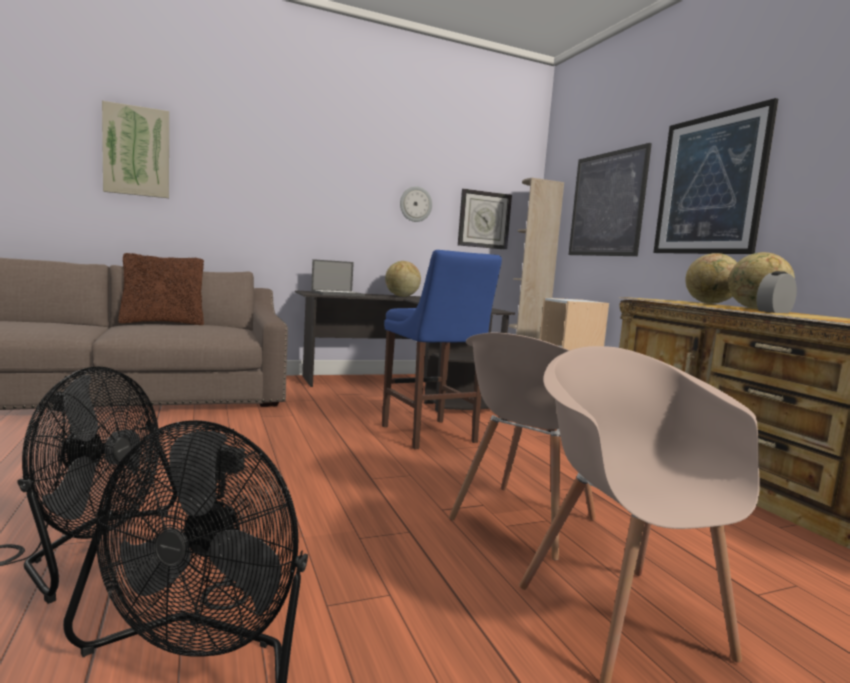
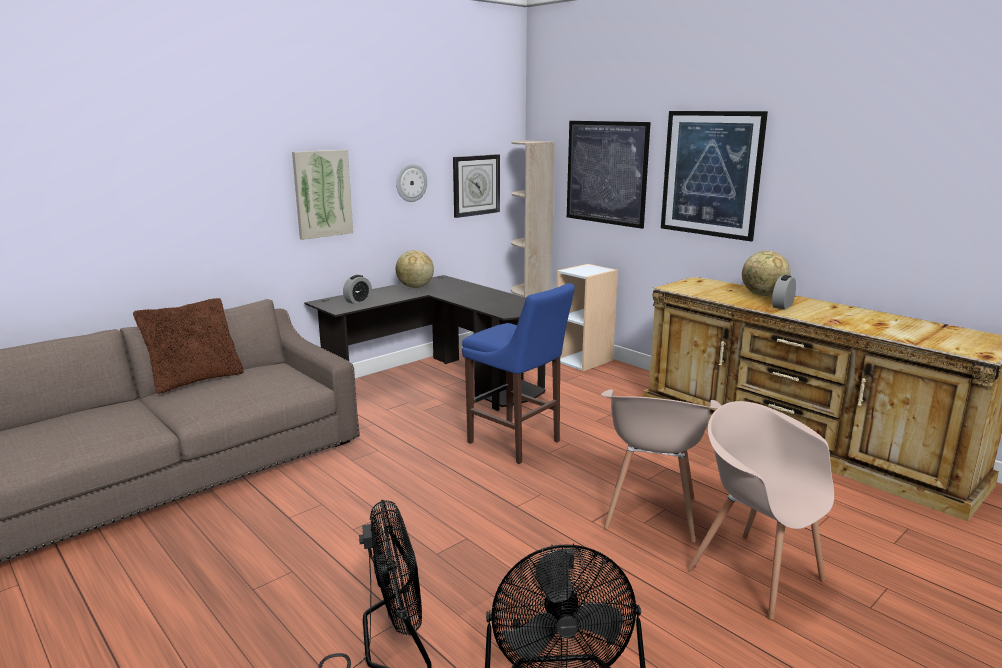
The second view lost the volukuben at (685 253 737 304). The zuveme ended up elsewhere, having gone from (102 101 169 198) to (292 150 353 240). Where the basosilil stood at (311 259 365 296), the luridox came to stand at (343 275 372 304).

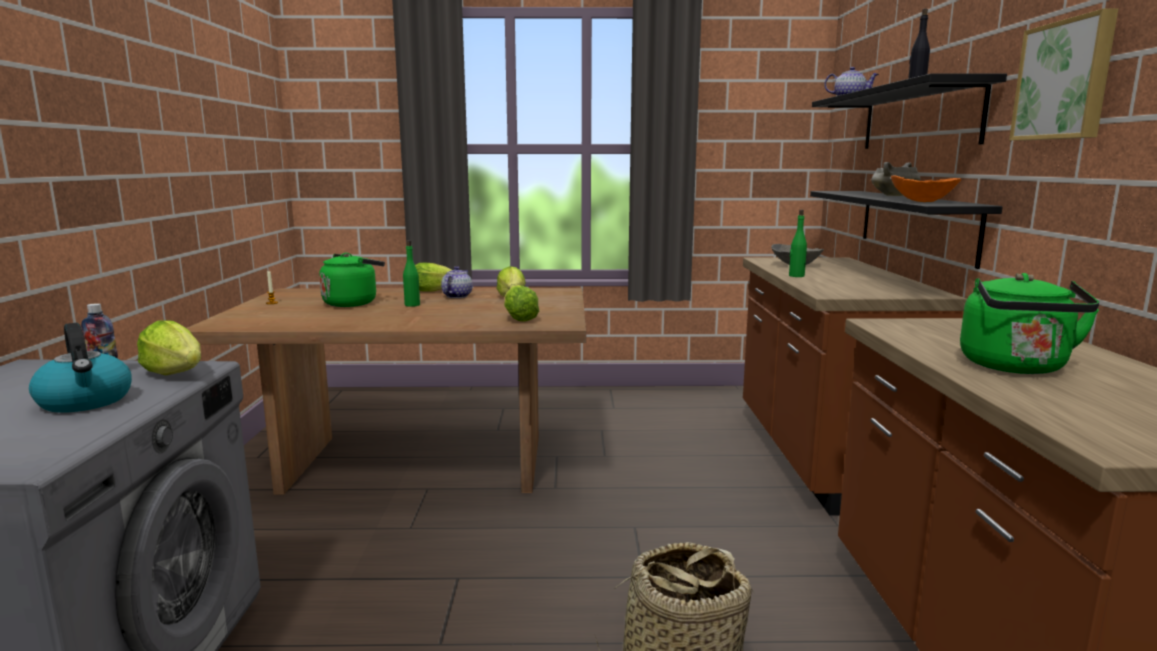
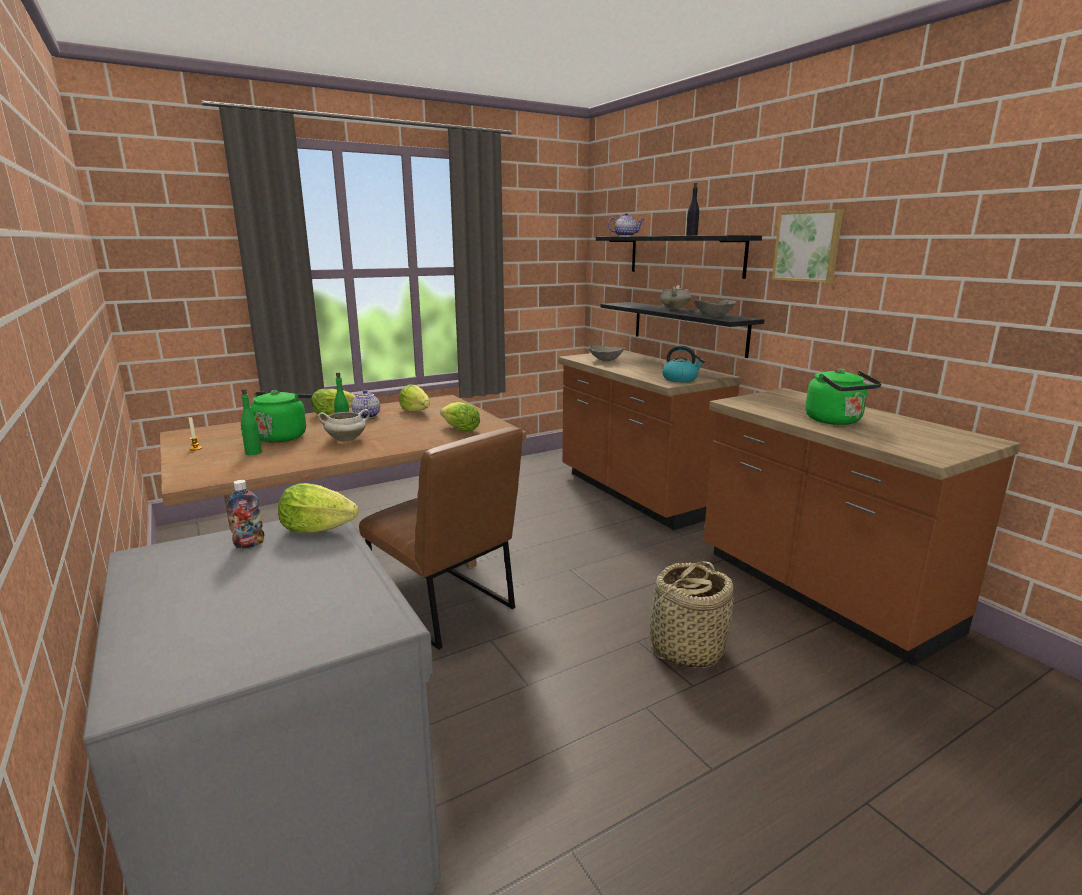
The second view gained the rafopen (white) at (318 409 370 442). The second view gained the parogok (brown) at (359 427 523 650). The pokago ended up elsewhere, having gone from (29 323 132 413) to (662 346 705 382). The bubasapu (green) ended up elsewhere, having gone from (789 210 807 277) to (241 389 262 455). What was the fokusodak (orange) at (891 175 961 202) turned into the fokusodak (grey) at (693 300 737 317).

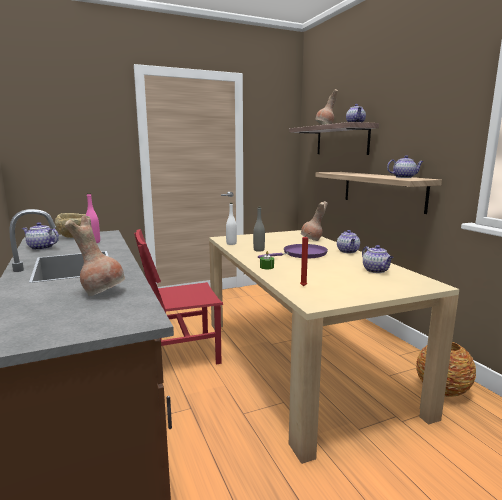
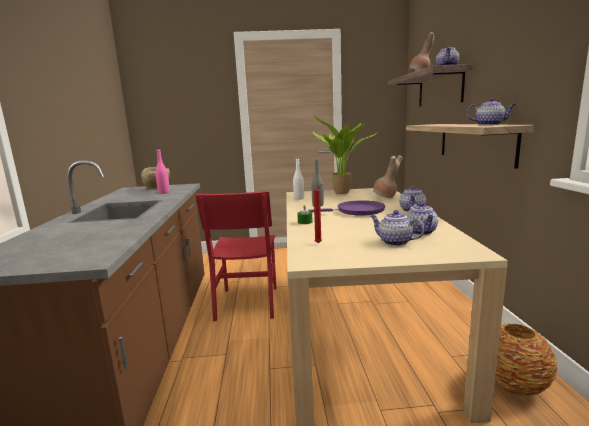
The second view lost the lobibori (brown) at (65 215 125 296). The second view gained the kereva at (313 114 376 194). The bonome ended up elsewhere, having gone from (22 222 59 250) to (370 210 424 246). The parogok (red) at (134 229 223 365) ended up facing another way, 90 degrees counterclockwise from before.

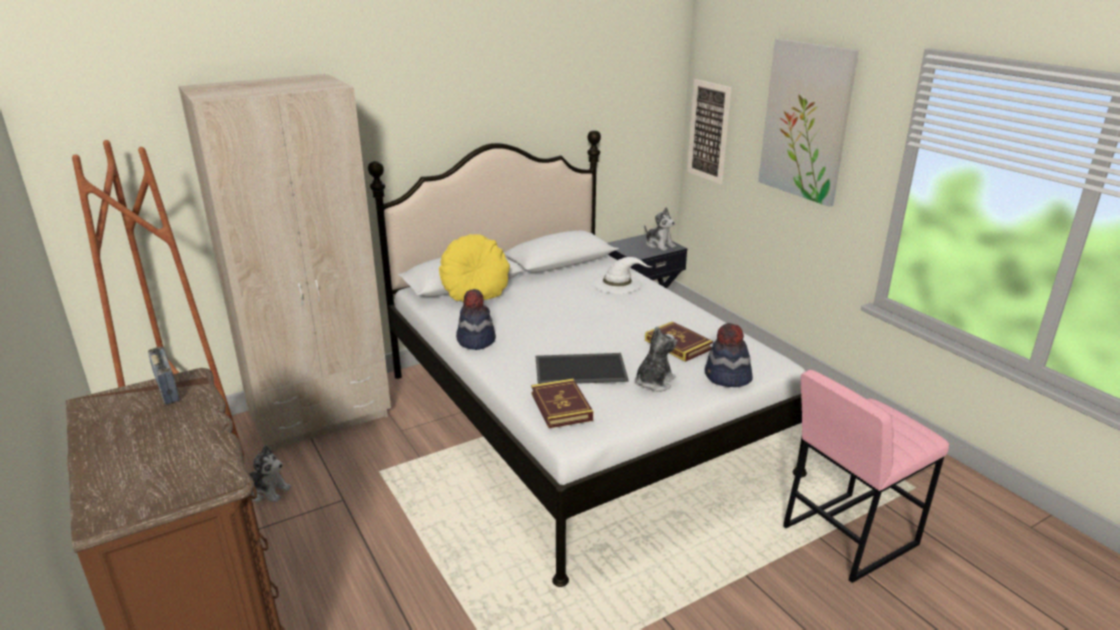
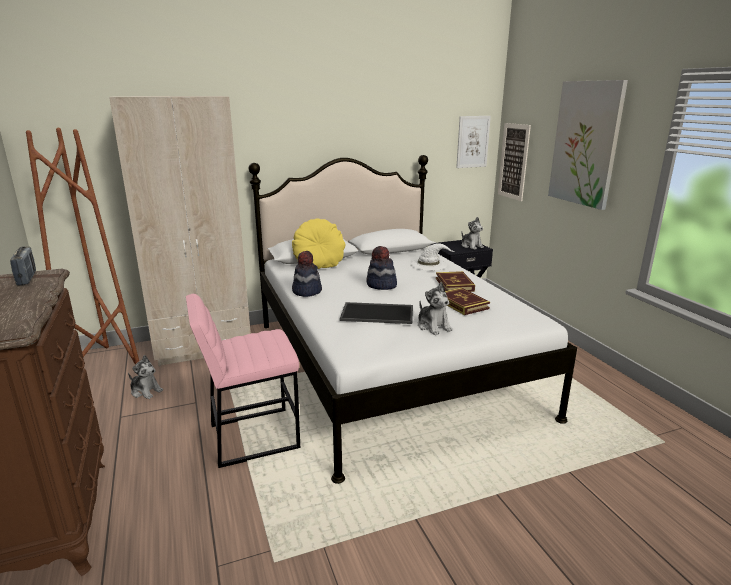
The second view gained the zuveme at (456 116 491 168). The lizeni ended up elsewhere, having gone from (531 379 593 428) to (436 271 475 292). The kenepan ended up elsewhere, having gone from (705 323 753 387) to (366 246 397 290). The parogok (pink) ended up elsewhere, having gone from (783 370 949 583) to (186 293 300 468). The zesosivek at (635 326 677 392) ended up facing another way, 105 degrees clockwise from before.

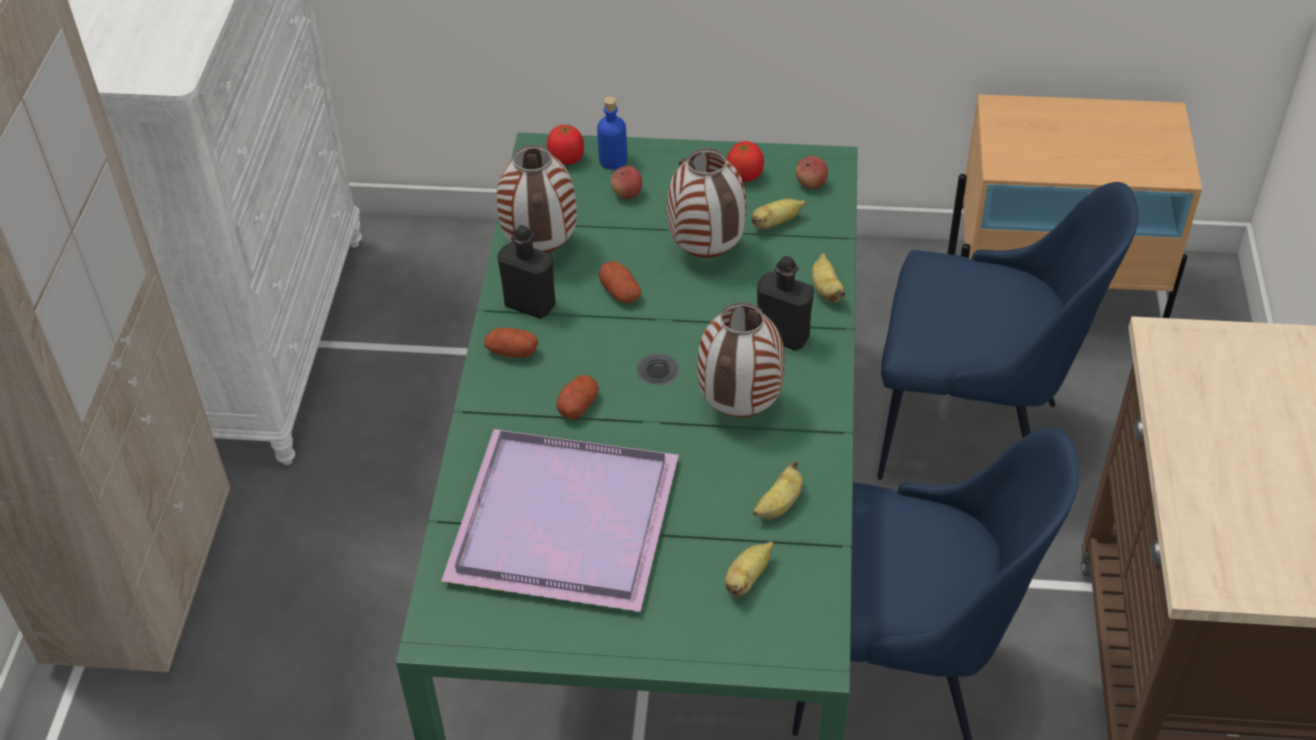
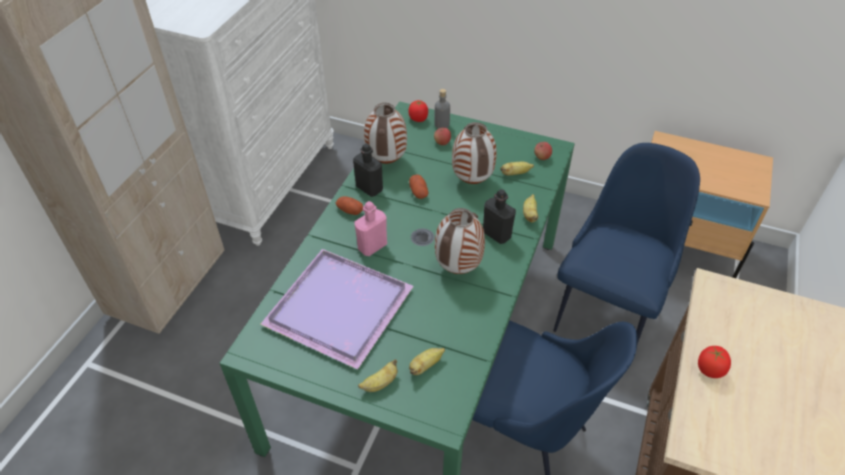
The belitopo ended up elsewhere, having gone from (727 141 764 182) to (698 346 731 378). The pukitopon ended up elsewhere, having gone from (753 460 803 519) to (358 359 397 392). Where the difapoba stood at (557 375 599 420), the bubasapu (pink) came to stand at (354 201 387 256). What was the bubasapu (blue) at (597 96 627 170) turned into the bubasapu (grey) at (434 89 450 129). The parogok (blue) at (877 182 1139 480) ended up facing another way, 90 degrees counterclockwise from before.

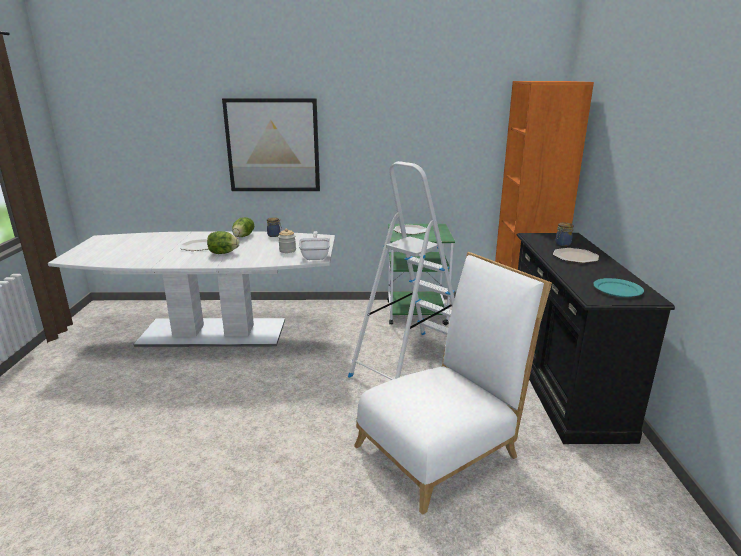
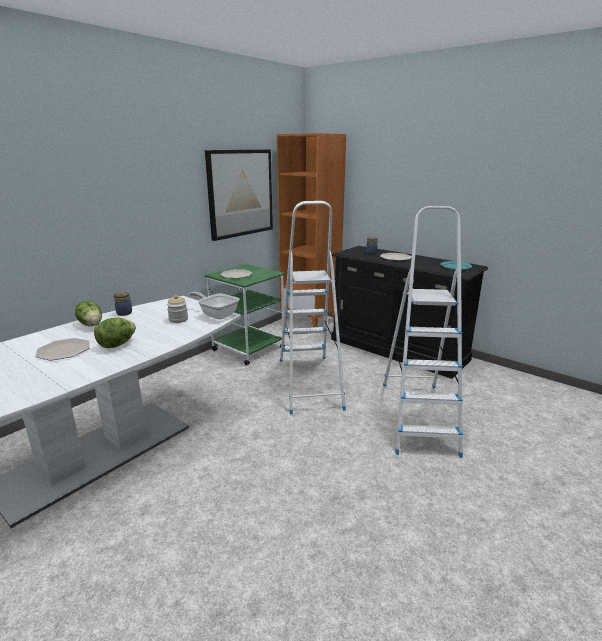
The zuveme ended up elsewhere, having gone from (222 98 320 191) to (205 150 273 241). Where the parogok (white) stood at (354 252 552 515), the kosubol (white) came to stand at (383 206 463 458).

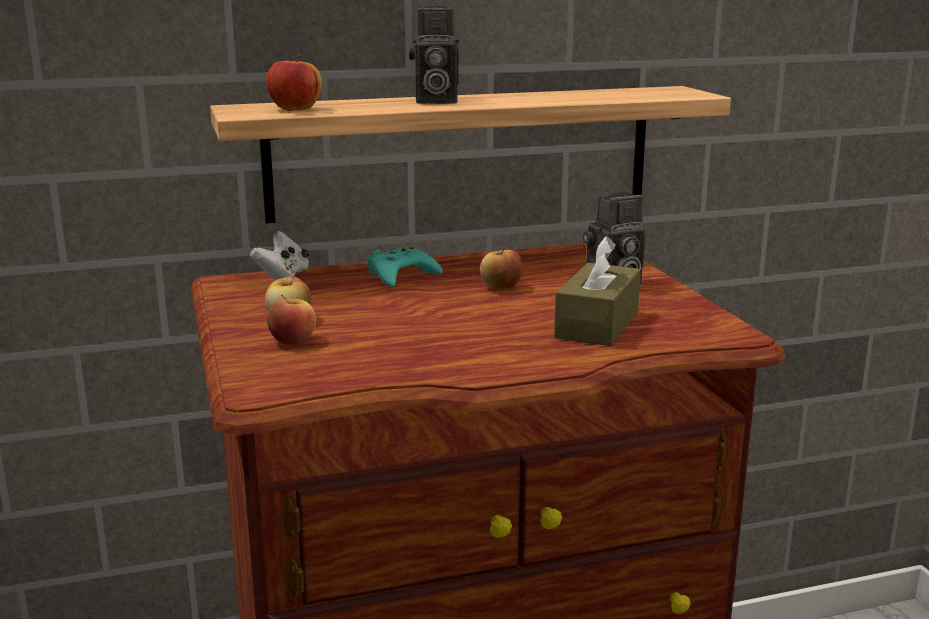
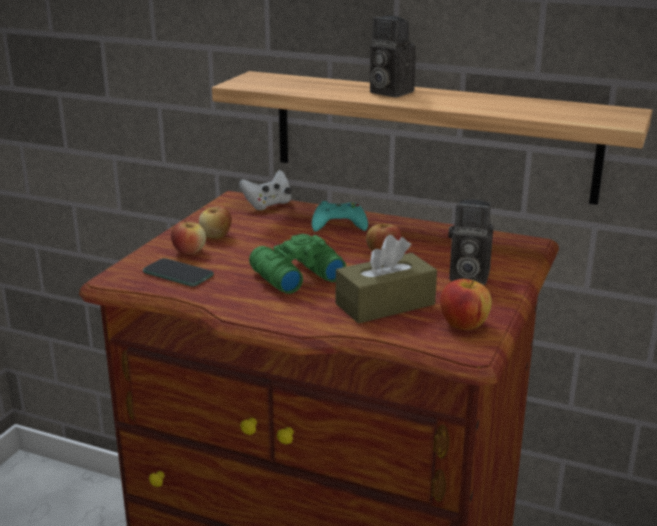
The second view gained the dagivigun at (143 258 214 287). The second view gained the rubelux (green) at (249 234 346 294). The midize ended up elsewhere, having gone from (266 54 322 111) to (440 279 492 330).

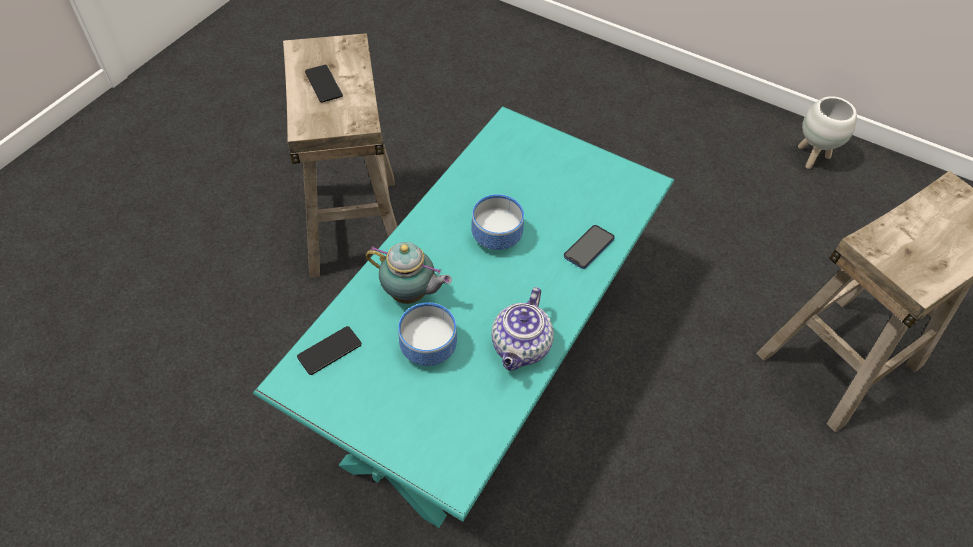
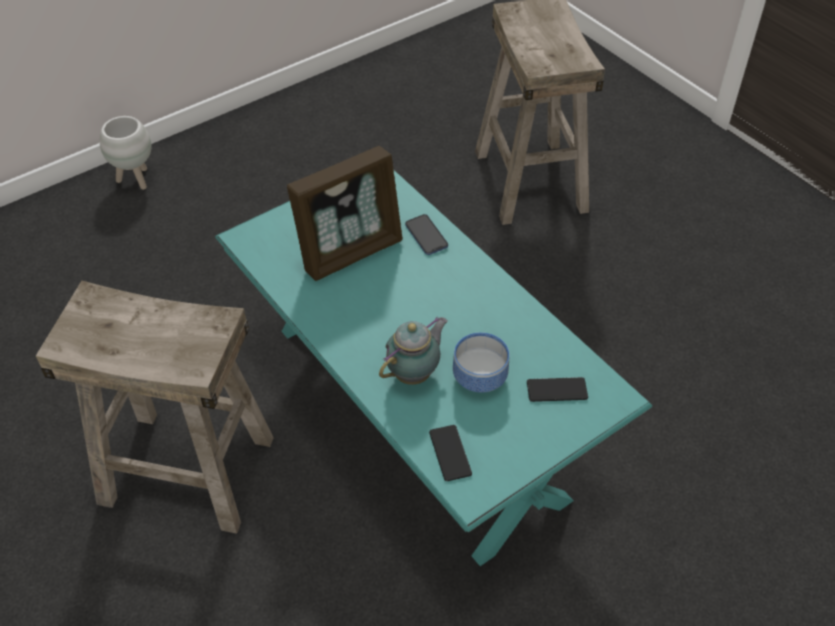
The second view lost the fokusodak at (471 194 524 250). The second view lost the bonome at (491 287 554 371). The second view gained the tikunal at (287 146 403 281). The dagivigun ended up elsewhere, having gone from (305 65 343 102) to (527 377 588 402). The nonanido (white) ended up elsewhere, having gone from (798 96 857 169) to (100 116 151 190).

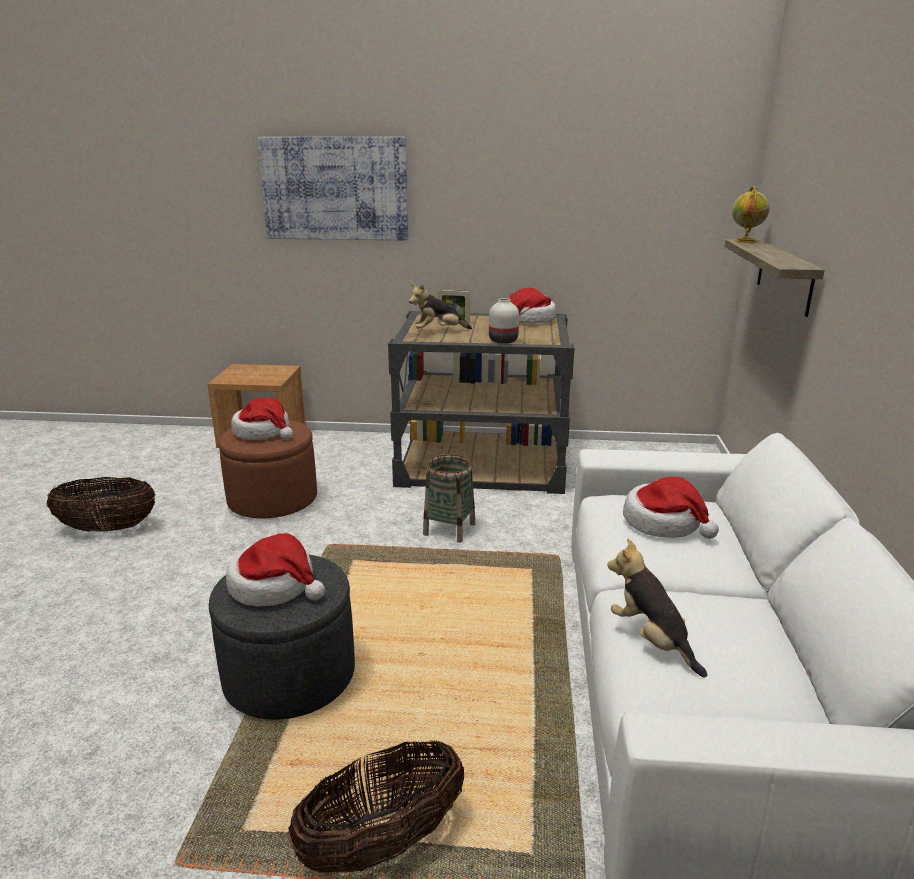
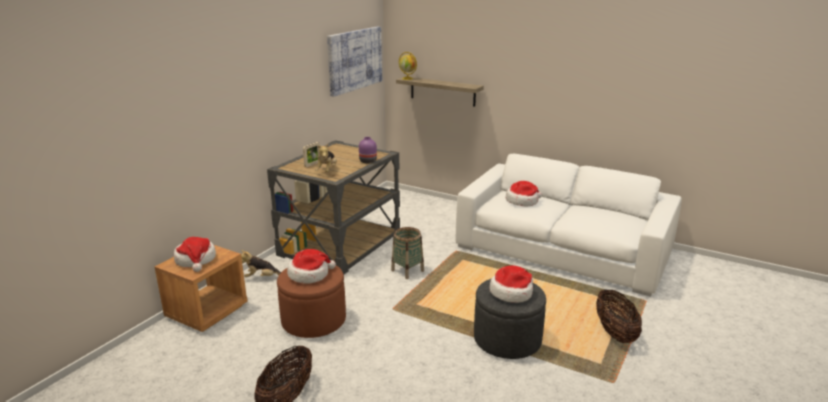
The zuveme ended up elsewhere, having gone from (257 137 408 240) to (327 27 382 97). The kenepan ended up elsewhere, having gone from (509 288 556 323) to (174 237 216 272). The zesosivek ended up elsewhere, having gone from (607 539 707 678) to (241 250 281 277). What was the lobibori (white) at (489 298 519 344) turned into the lobibori (purple) at (359 137 377 164).

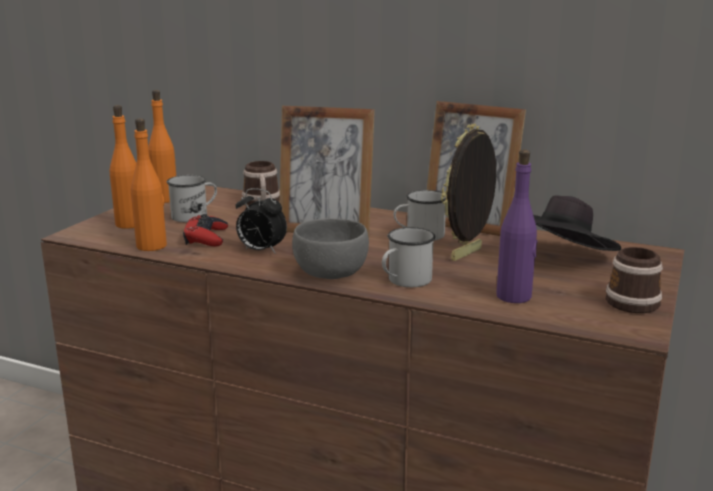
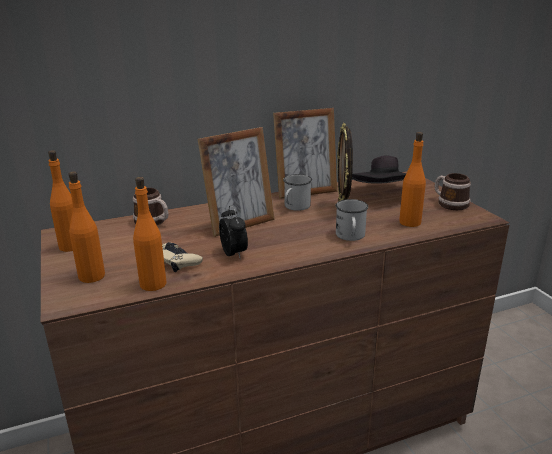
The second view lost the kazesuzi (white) at (167 175 217 222). The second view lost the fokusodak (grey) at (292 218 369 279). What was the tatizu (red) at (183 214 228 247) turned into the tatizu (beige) at (162 242 203 272). What was the bubasapu (purple) at (496 150 538 303) turned into the bubasapu (orange) at (399 132 426 227). The luridox at (235 188 287 254) ended up facing another way, 90 degrees counterclockwise from before.

